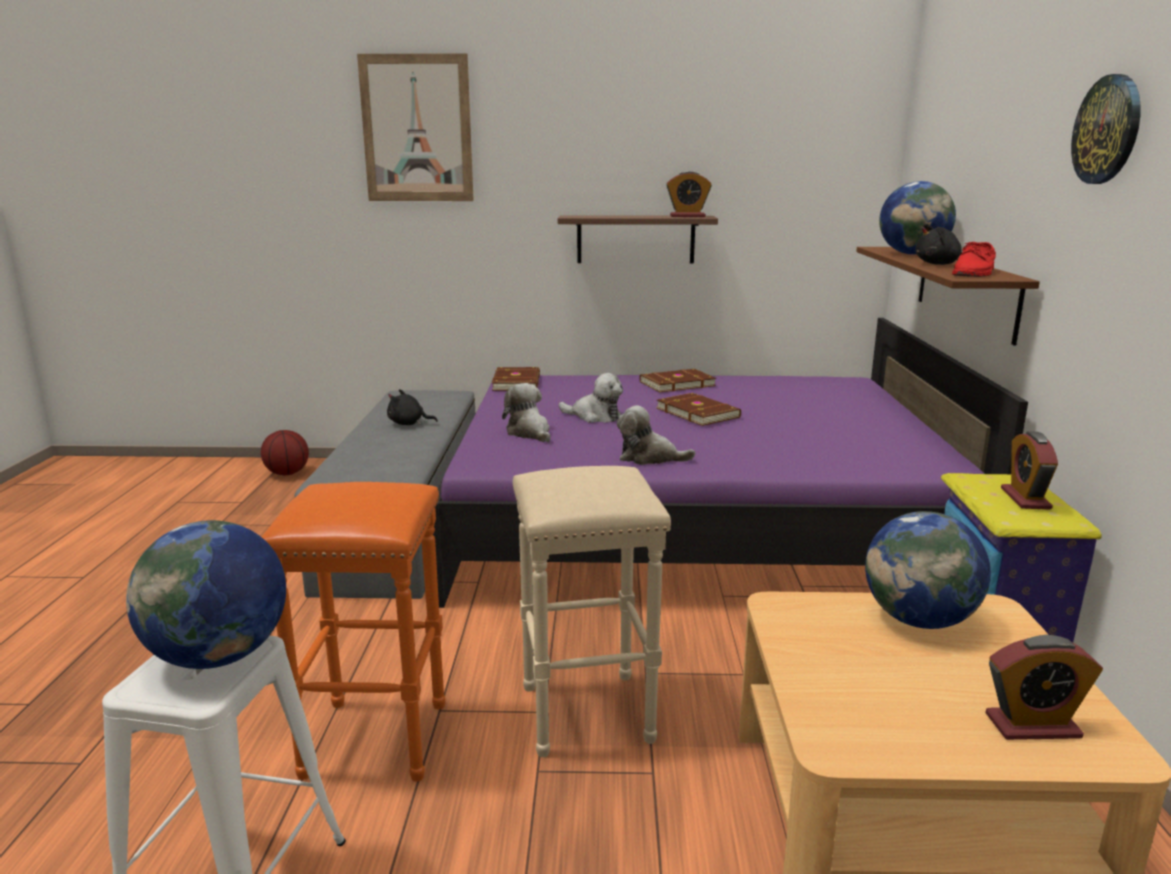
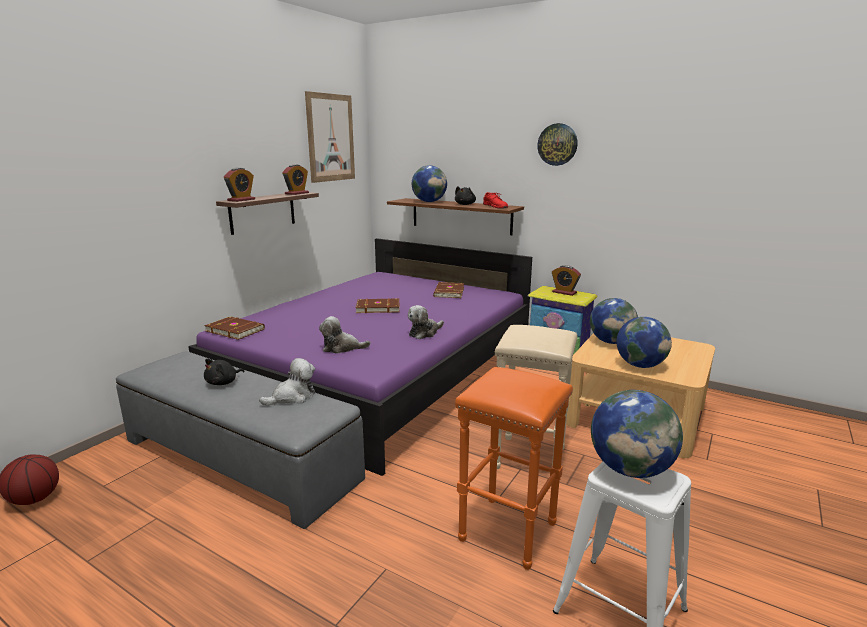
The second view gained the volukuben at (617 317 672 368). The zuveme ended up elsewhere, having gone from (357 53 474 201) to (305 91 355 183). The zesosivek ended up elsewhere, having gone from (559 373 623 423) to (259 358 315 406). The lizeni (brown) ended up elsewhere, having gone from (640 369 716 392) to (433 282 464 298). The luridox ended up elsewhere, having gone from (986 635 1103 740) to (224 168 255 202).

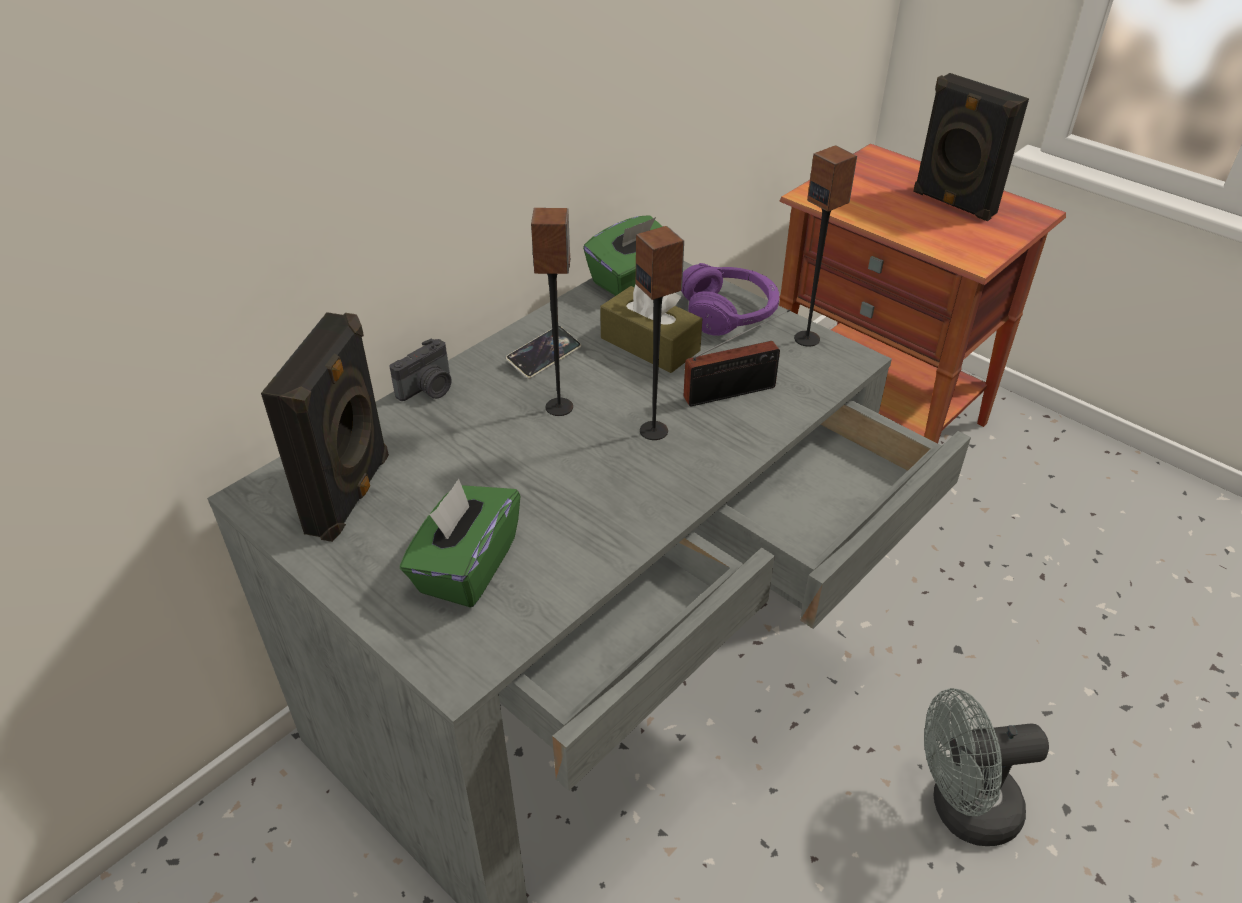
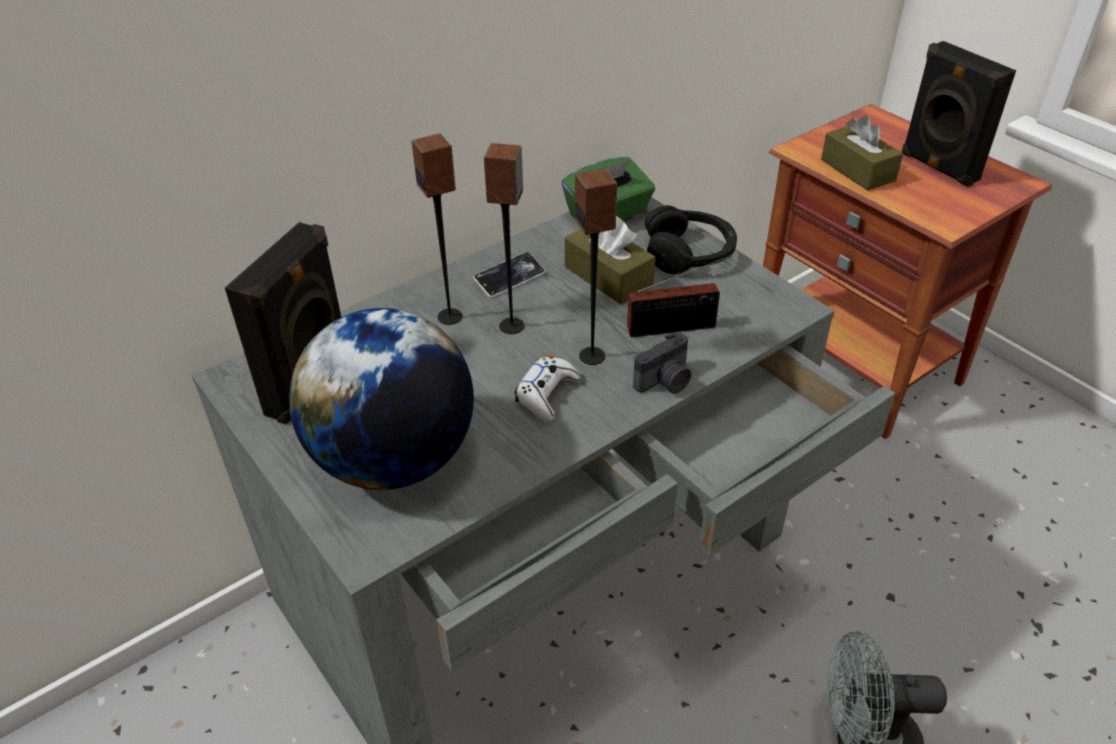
The second view gained the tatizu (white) at (515 356 581 422). The second view gained the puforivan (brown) at (821 115 903 191). The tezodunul ended up elsewhere, having gone from (390 338 452 401) to (633 332 691 394). The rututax ended up elsewhere, having gone from (794 146 857 347) to (411 133 463 325). Where the puforivan (green) stood at (400 479 521 608), the volukuben came to stand at (289 308 474 490). What was the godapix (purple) at (681 263 779 336) turned into the godapix (black) at (645 205 737 274).

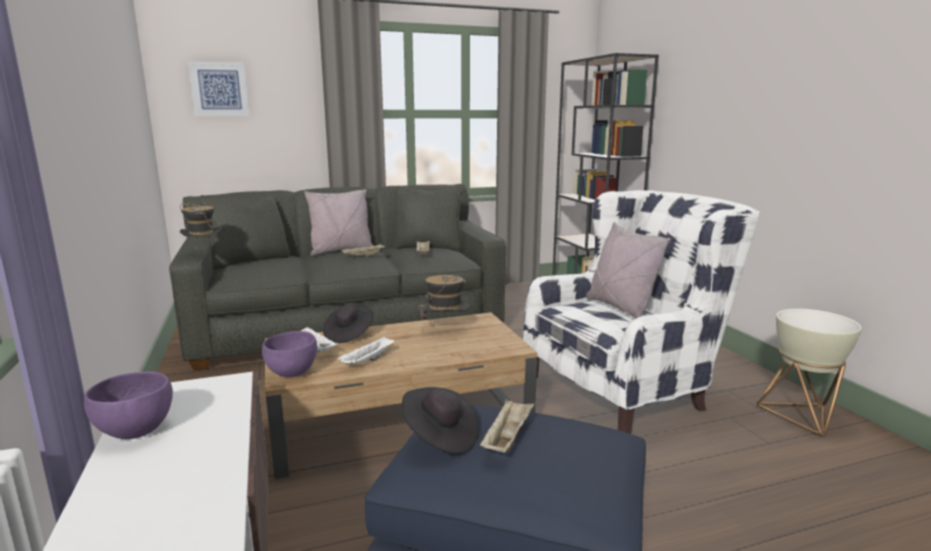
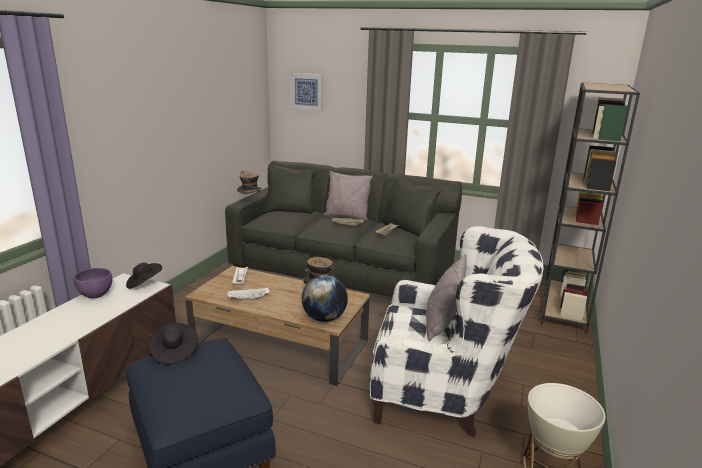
The second view lost the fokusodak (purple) at (262 331 317 377). The second view lost the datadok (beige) at (480 399 535 453). The second view gained the volukuben at (302 275 348 322). The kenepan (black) ended up elsewhere, having gone from (323 305 374 343) to (126 262 162 289).

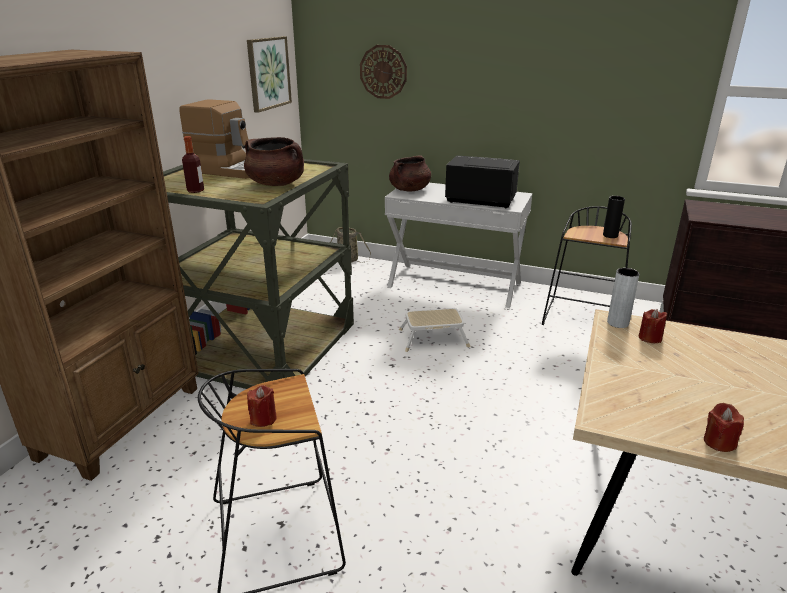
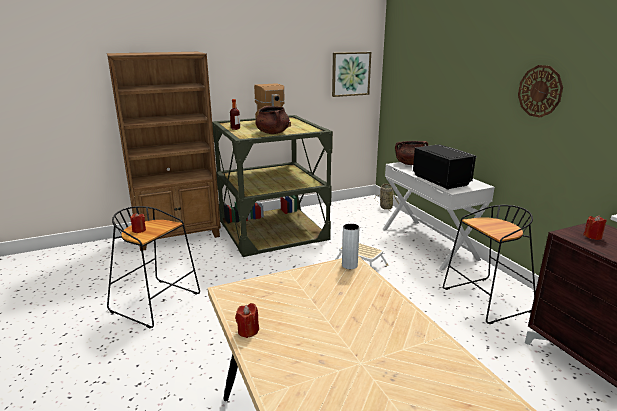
The second view lost the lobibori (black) at (603 196 625 238). The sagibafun ended up elsewhere, having gone from (360 45 407 99) to (518 65 563 118). The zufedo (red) ended up elsewhere, having gone from (639 309 667 343) to (583 215 606 240).

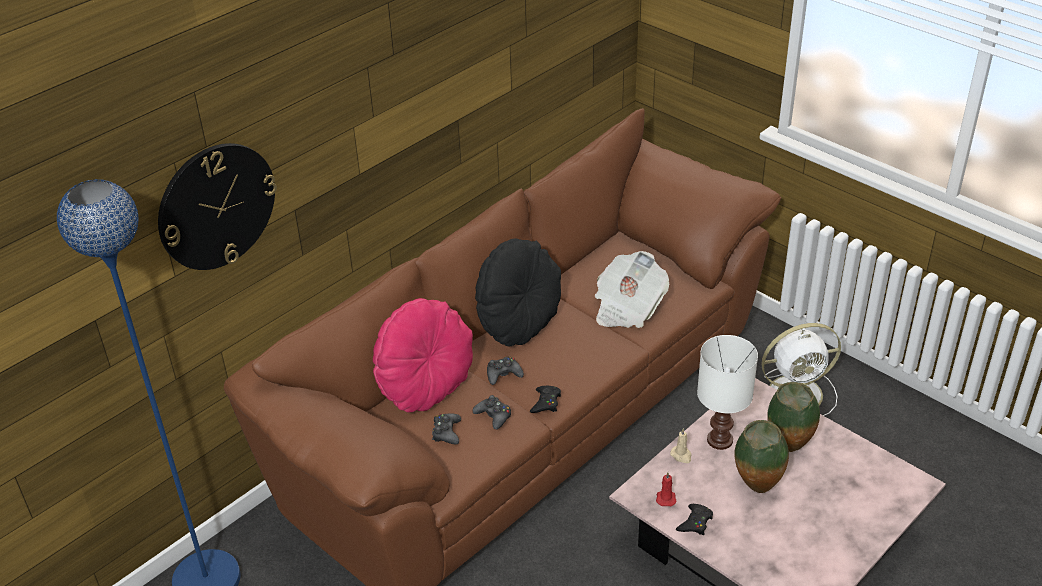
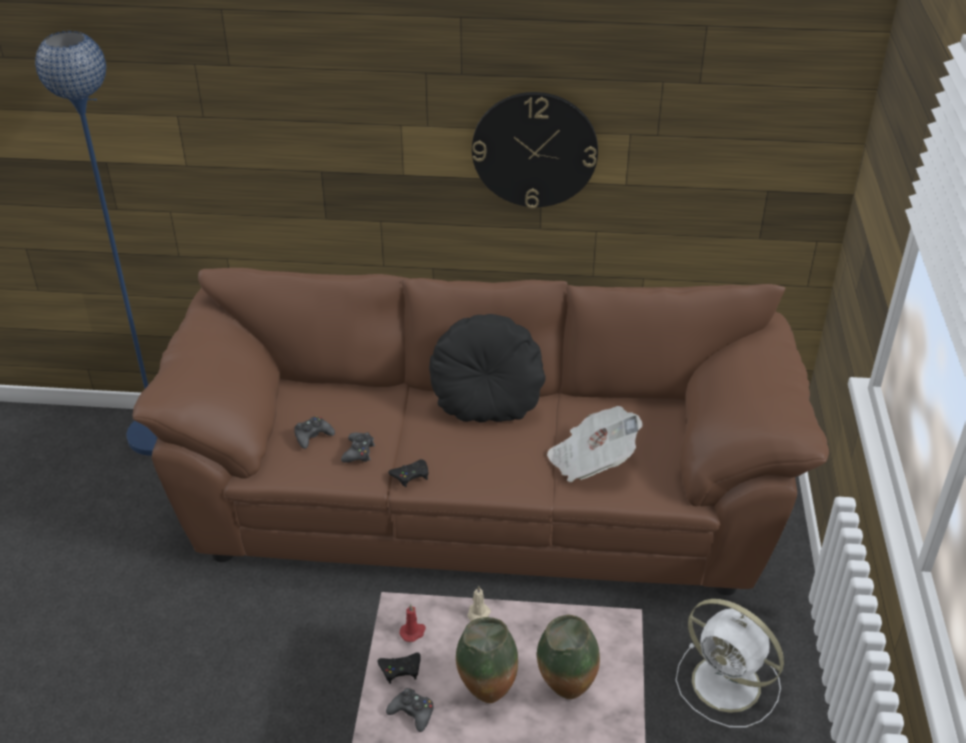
The second view lost the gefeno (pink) at (373 298 473 412). The second view lost the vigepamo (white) at (697 335 758 450). The sagibafun ended up elsewhere, having gone from (158 143 277 270) to (472 92 598 208). The tatizu (black) ended up elsewhere, having gone from (487 357 524 385) to (386 688 434 732).

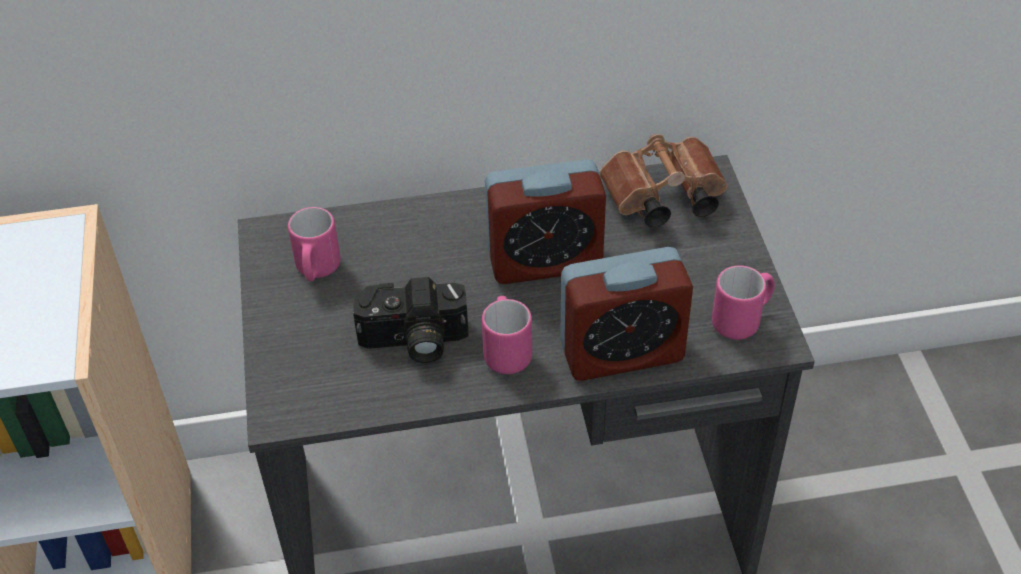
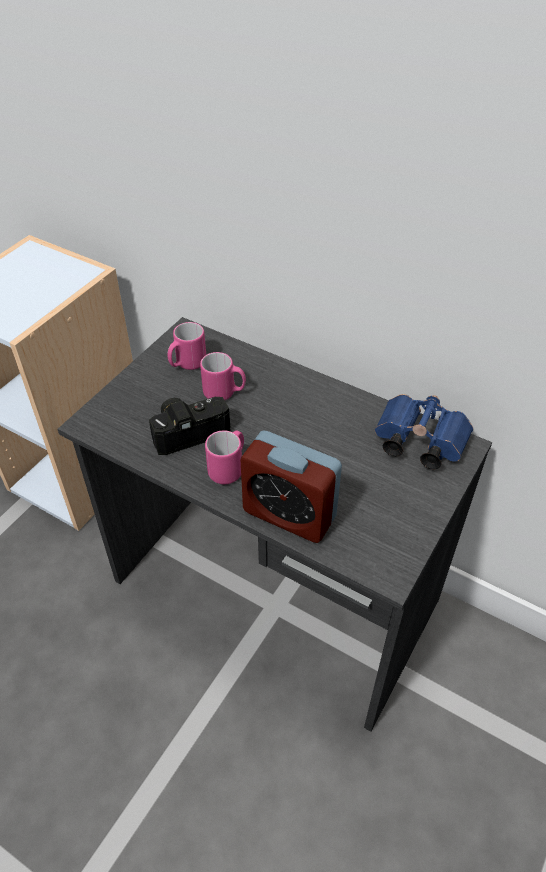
The second view lost the luridox at (485 159 606 284). The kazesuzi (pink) ended up elsewhere, having gone from (712 265 775 340) to (200 352 246 400). What was the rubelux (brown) at (600 134 728 227) turned into the rubelux (blue) at (375 394 473 469). The tezodunul at (353 277 469 363) ended up facing another way, 120 degrees clockwise from before.

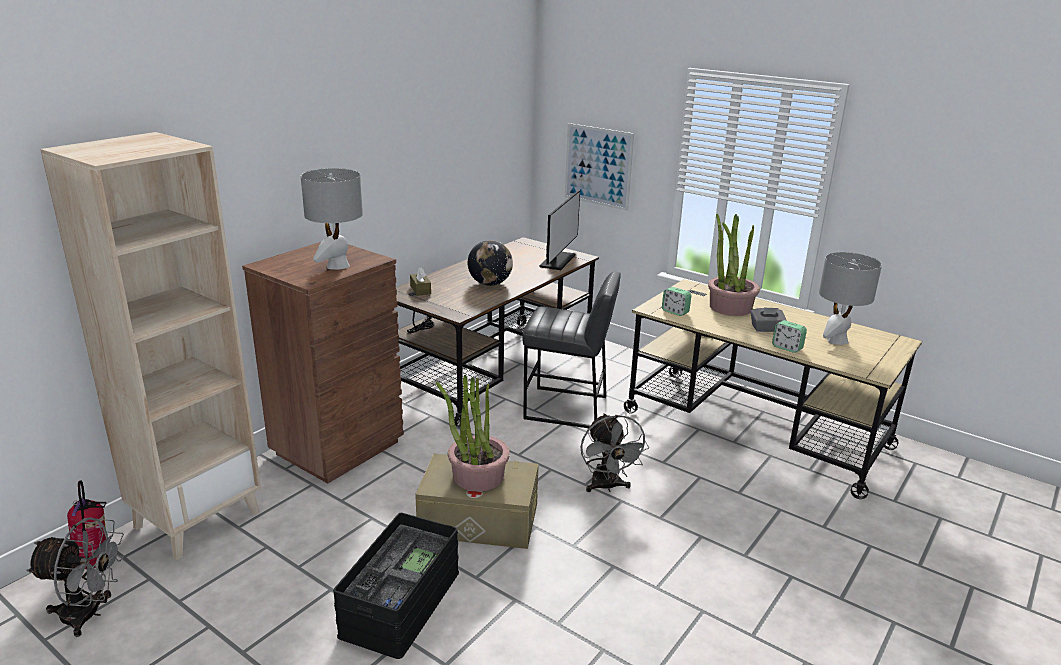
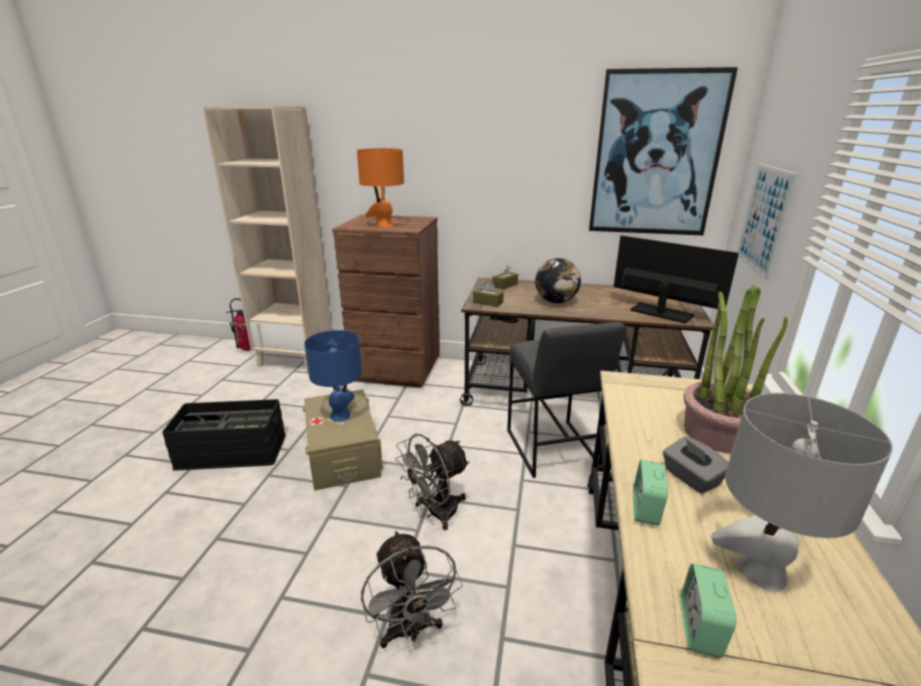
The second view gained the puforivan (brown) at (473 281 504 307). The second view gained the zuveme at (589 67 738 235). The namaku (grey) ended up elsewhere, having gone from (26 517 125 637) to (361 531 463 648). The luridox ended up elsewhere, having gone from (662 287 691 316) to (680 564 736 658). Where the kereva stood at (436 375 510 492), the vigepamo (blue) came to stand at (304 330 362 422). What was the vigepamo (grey) at (301 168 363 269) turned into the vigepamo (orange) at (357 148 404 228). The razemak at (540 190 580 270) ended up facing another way, 135 degrees counterclockwise from before.

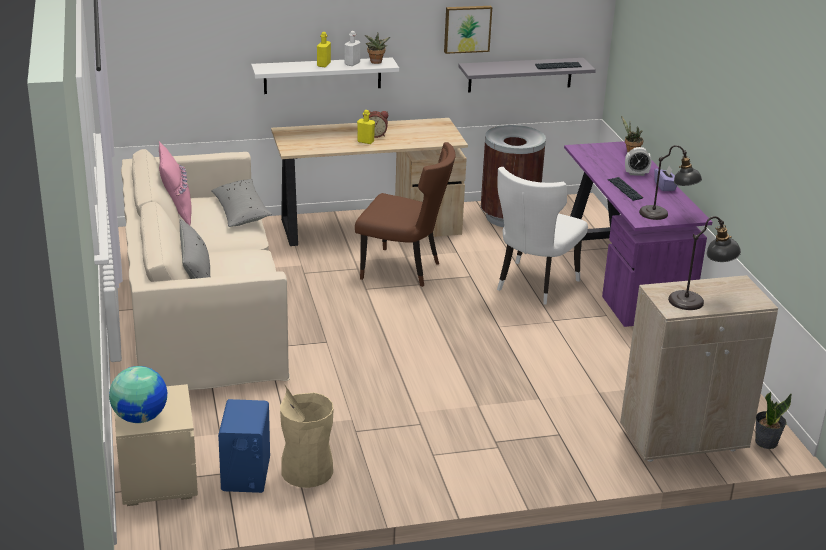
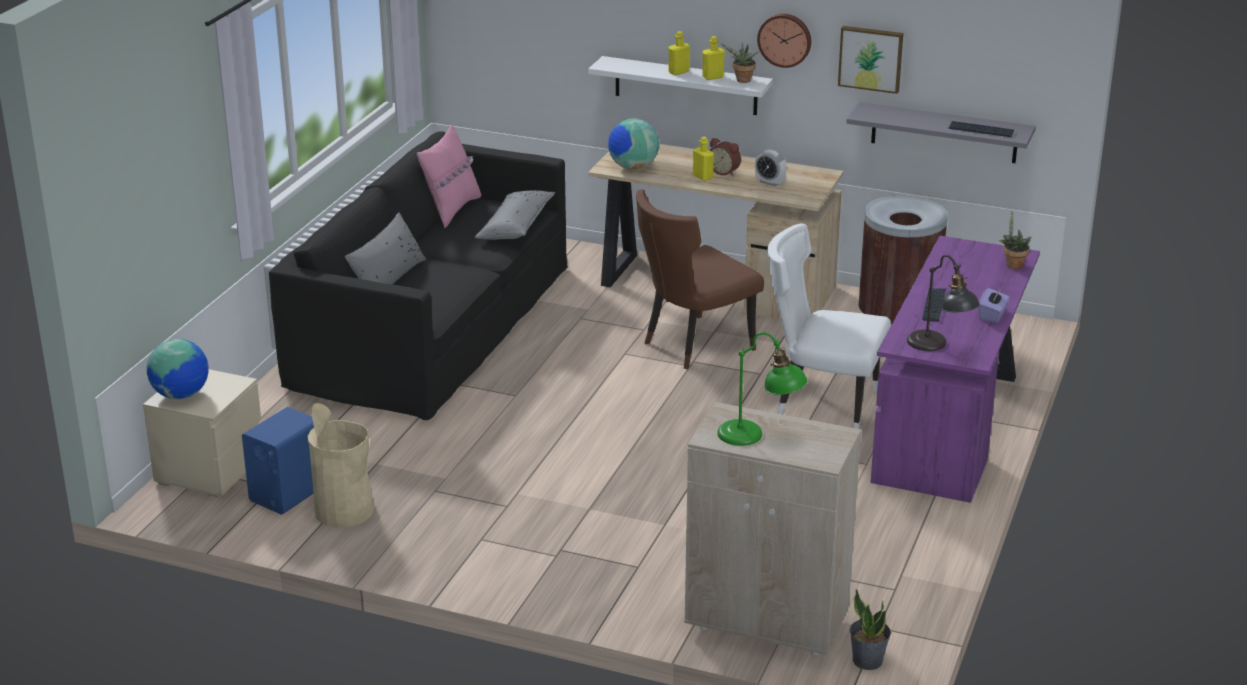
The second view gained the volukuben at (608 118 659 170). The second view gained the sagibafun at (757 14 811 68). The luridox ended up elsewhere, having gone from (625 147 652 176) to (755 149 787 187). What was the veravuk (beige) at (121 149 290 390) turned into the veravuk (black) at (269 131 568 420). What was the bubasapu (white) at (345 31 361 66) turned into the bubasapu (yellow) at (702 36 725 80). What was the vigepamo (grey) at (668 216 741 310) turned into the vigepamo (green) at (717 332 807 446). The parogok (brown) at (355 142 456 287) ended up facing another way, 90 degrees clockwise from before. The parogok (white) at (497 167 588 305) ended up facing another way, 45 degrees clockwise from before.

